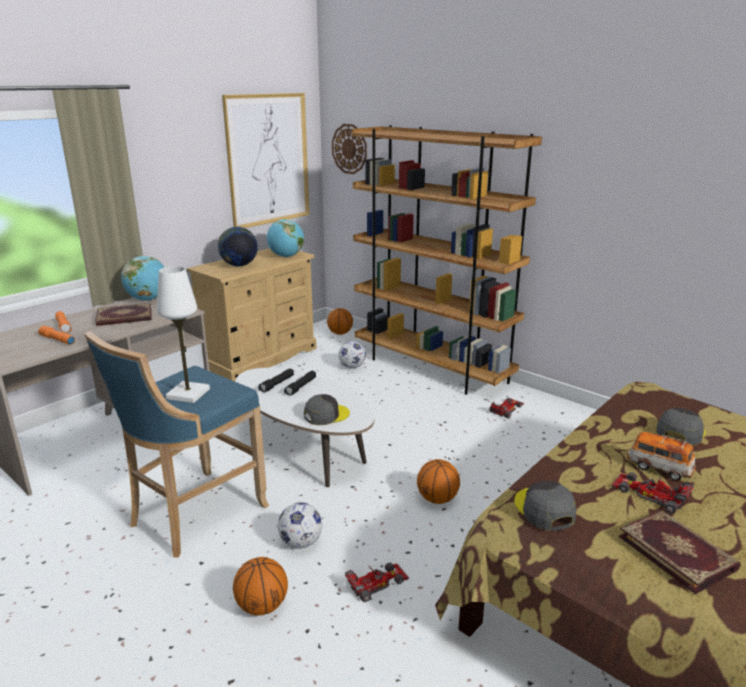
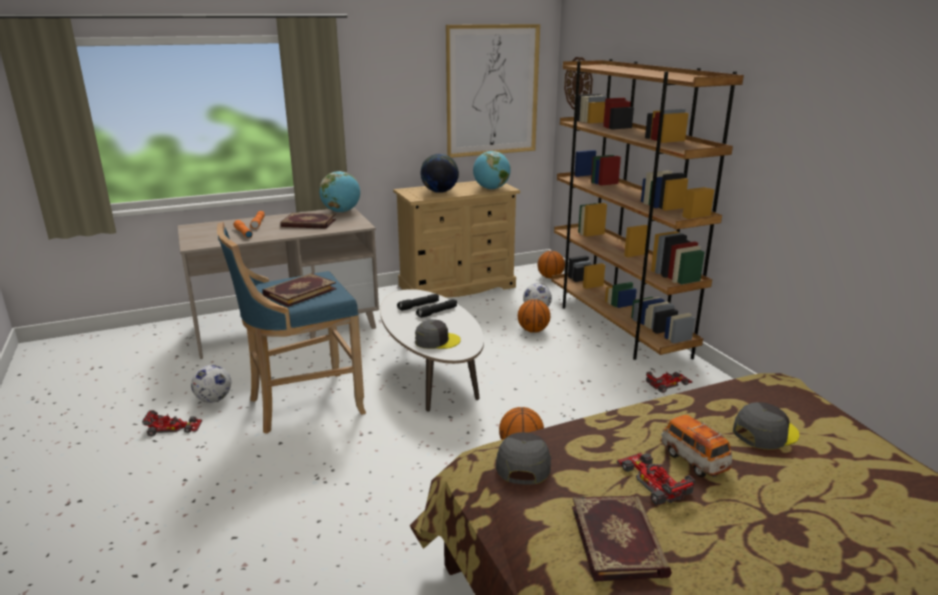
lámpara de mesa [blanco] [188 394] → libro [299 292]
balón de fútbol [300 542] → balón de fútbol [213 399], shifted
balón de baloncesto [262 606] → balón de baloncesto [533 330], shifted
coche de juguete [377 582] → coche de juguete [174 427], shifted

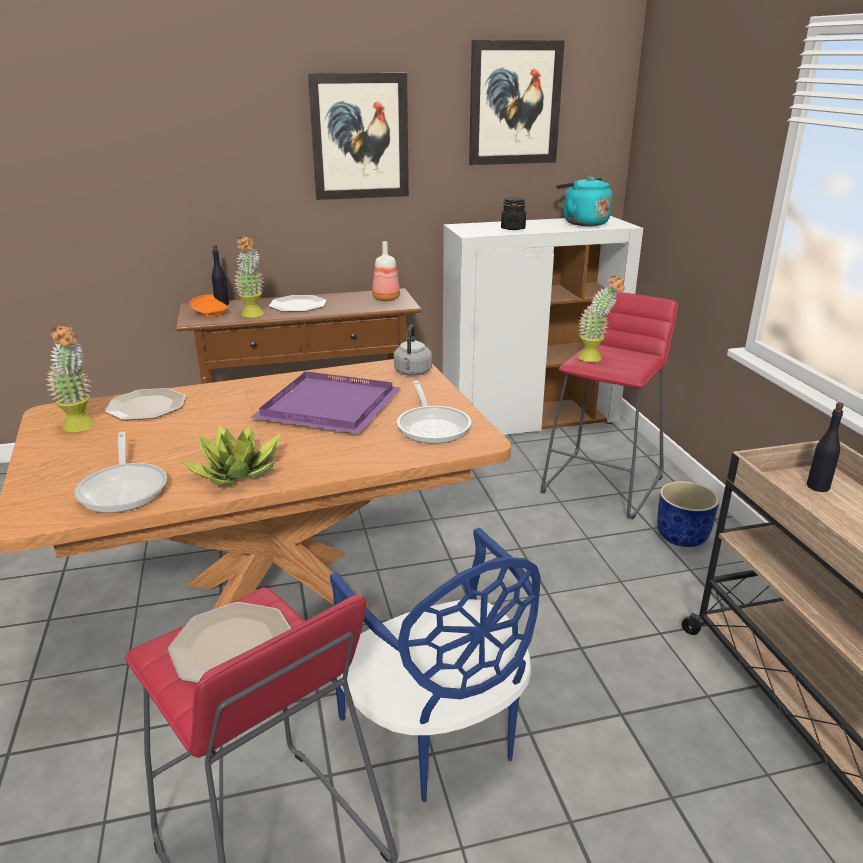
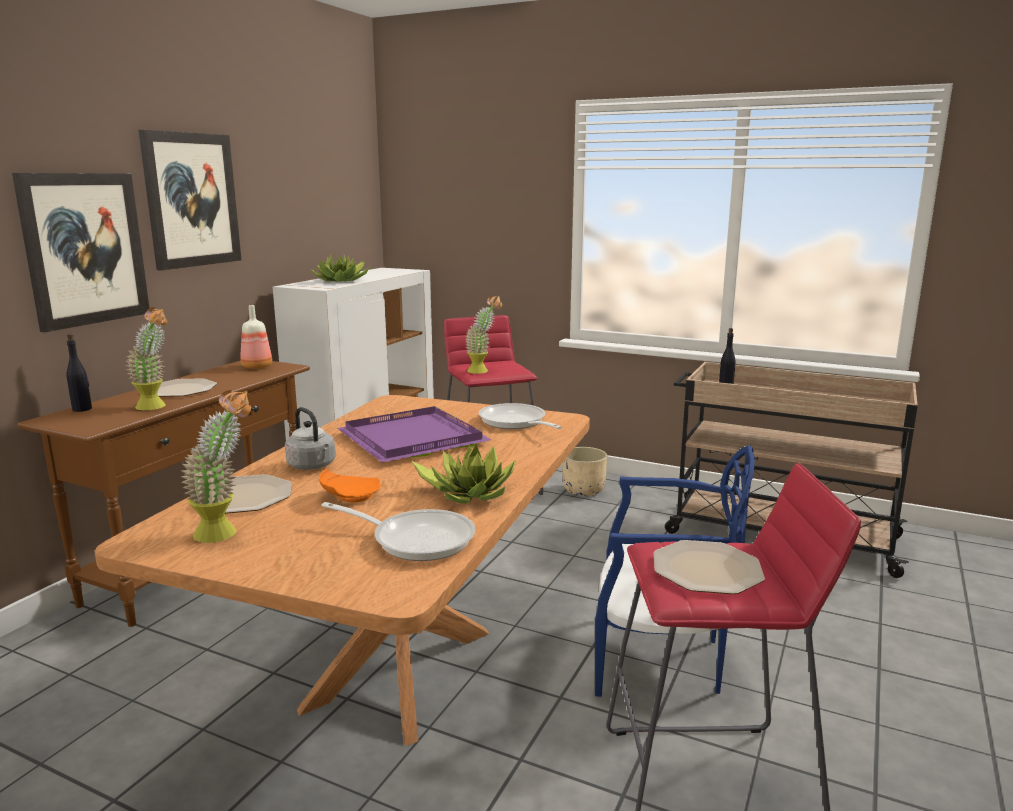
cuadro [514 103] → cuadro [85 249], shifted
hervidor [turquesa] [582 223] → -
tarro [negro] [513 228] → planta en maceta [342 281]
plato [naranja] [211 313] → plato [naranja] [350 496], shifted
hervidor [gris] [412 373] → hervidor [gris] [313 466], shifted
sartén [432 426] → sartén [515 423], 150 degrees counterclockwise
maceta [azul] [681 536] → maceta [beis] [582 490]

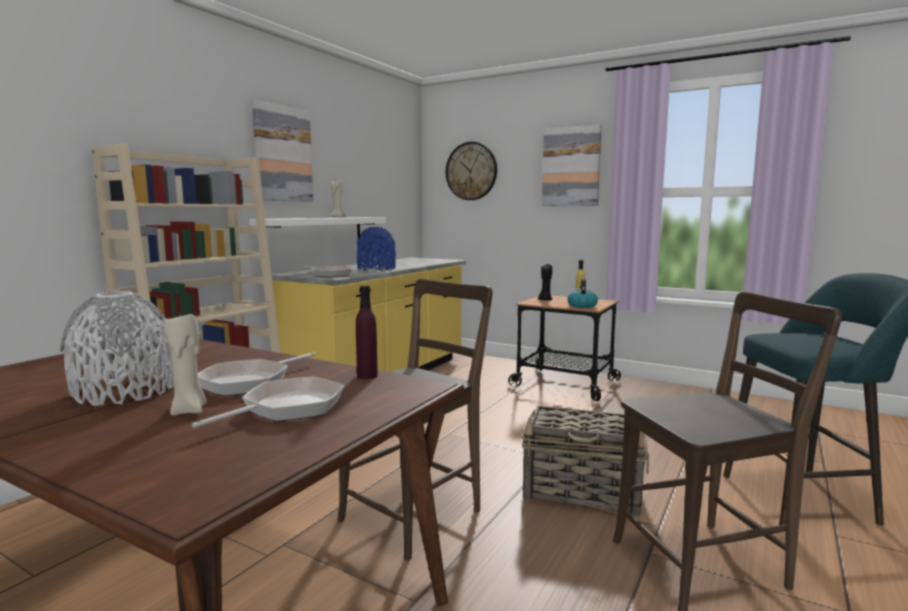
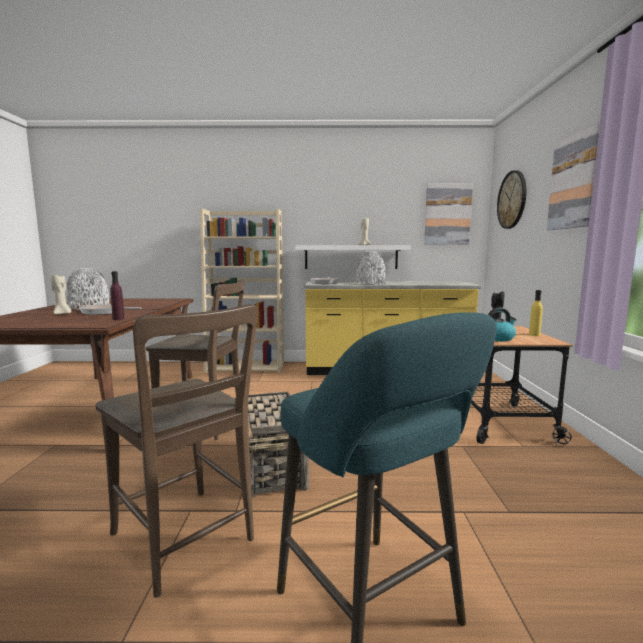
cuadro [282 154] → cuadro [447 214], shifted
florero [azul] [376 269] → florero [gris] [370 283]
sartén [287 408] → -

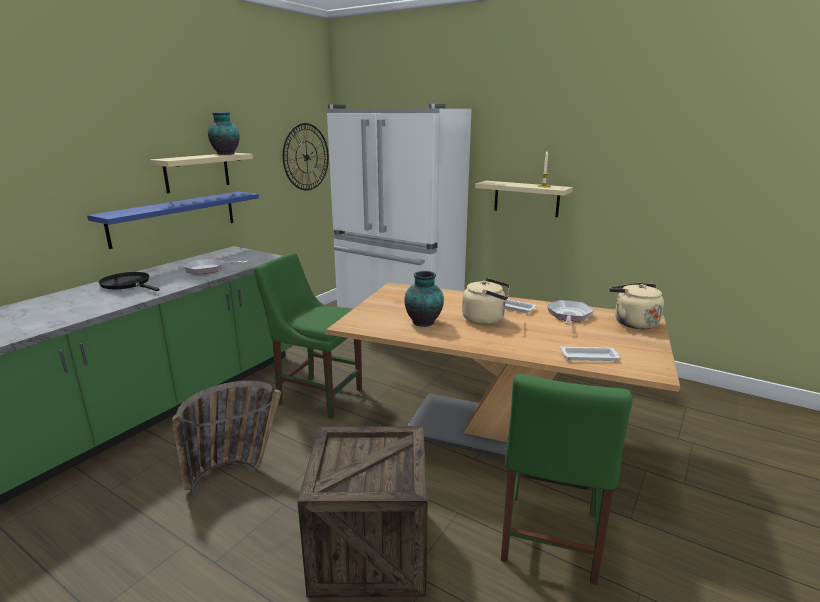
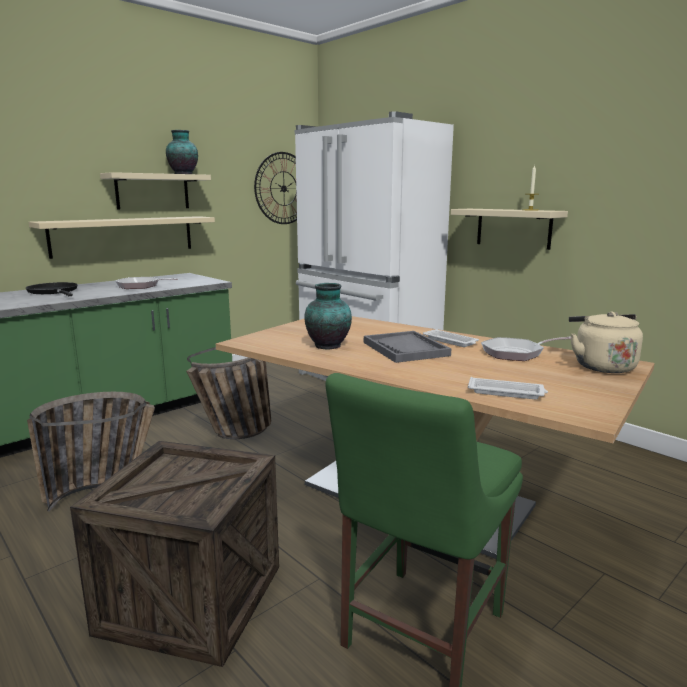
estante [azul] [174 218] → estante [beis] [124 236]
silla [verde] [317 395] → cesta [236 434]
hervidor [beis] [486 319] → bandeja [gris] [405 349]
sartén [569 316] → sartén [516 353], 135 degrees counterclockwise

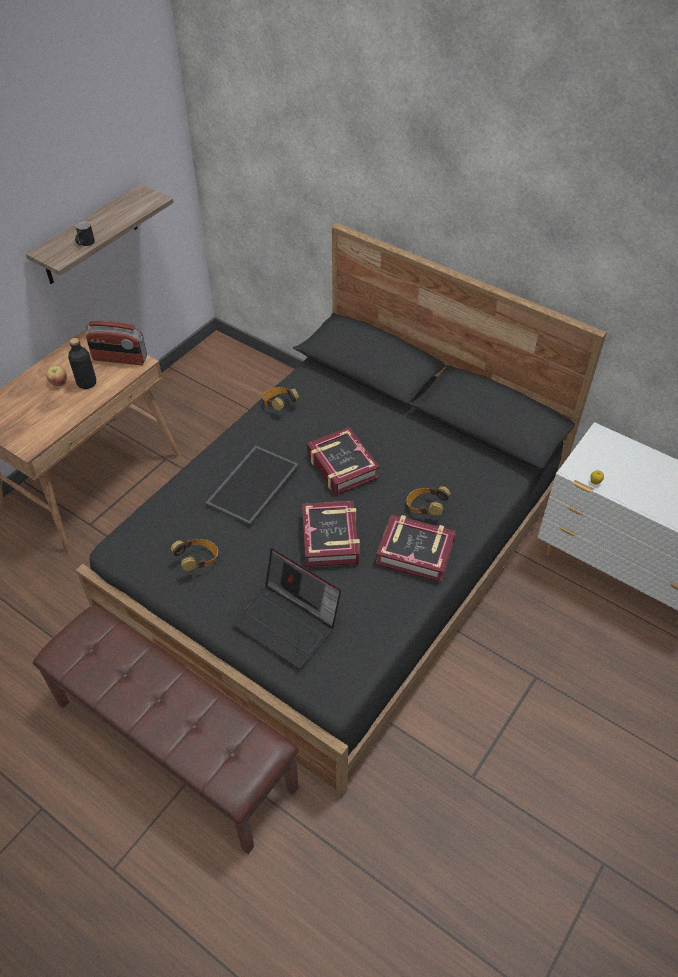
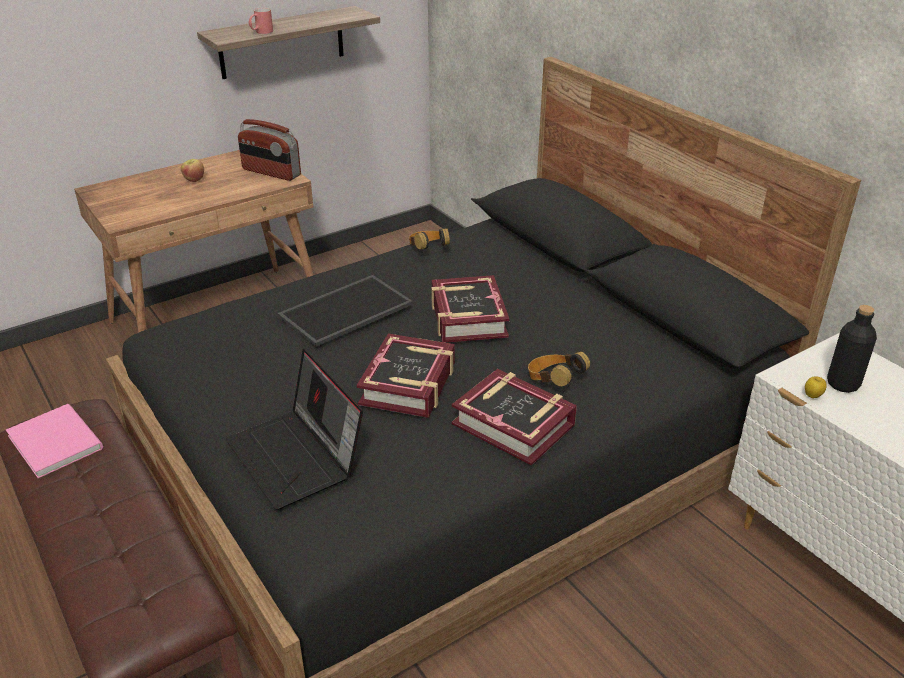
taza grande [negro] [85 244] → taza grande [rojo] [261 32]
botella [negro] [87 383] → botella [negro] [843 384], shifted
auriculares [198 561] → -
- → libro [rosa] [56 440]

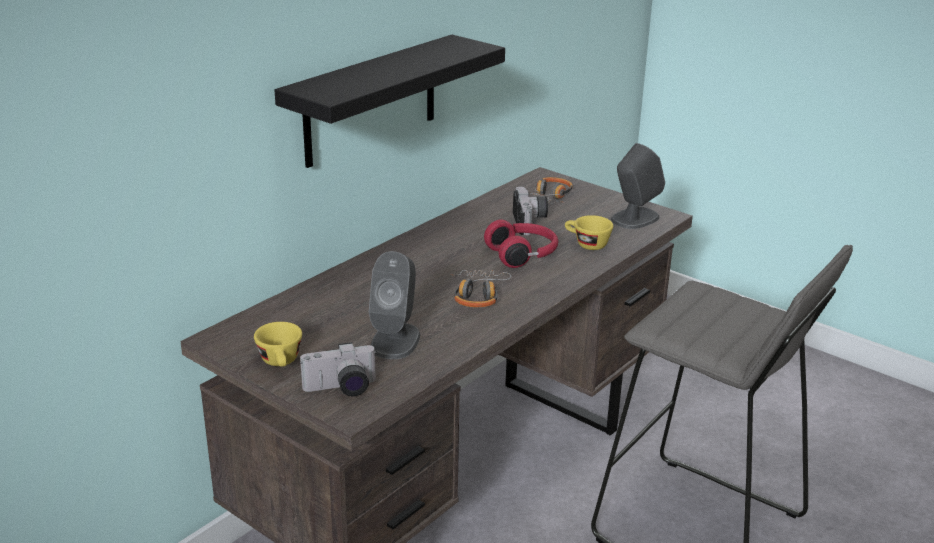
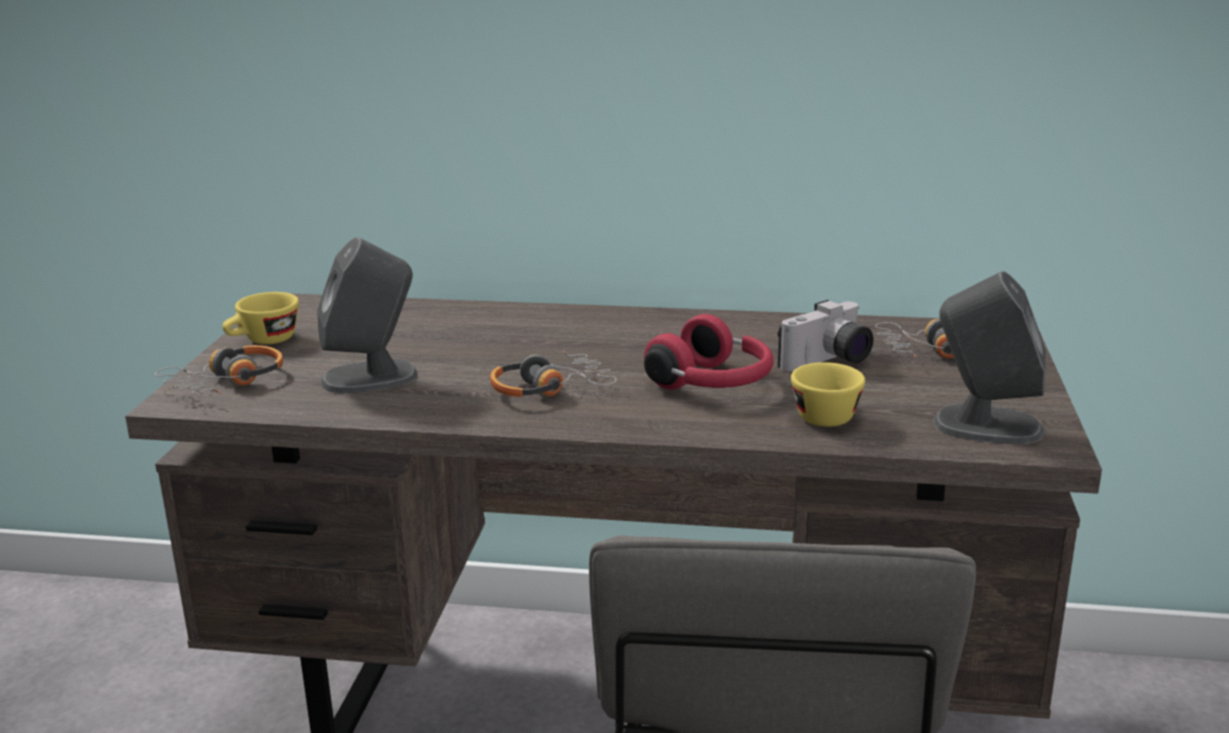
estante [negro] [371 101] → -
cámara [341 389] → auriculares [227 383]

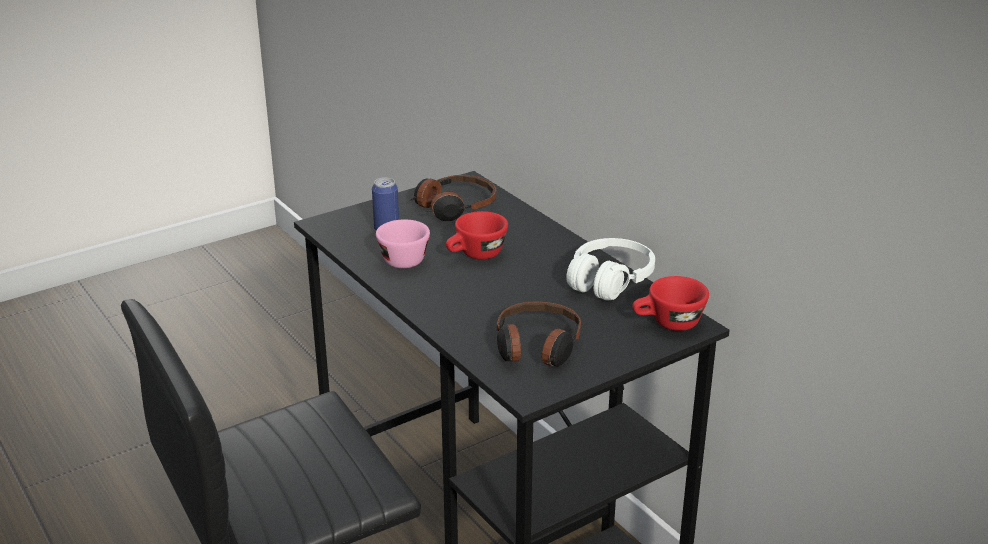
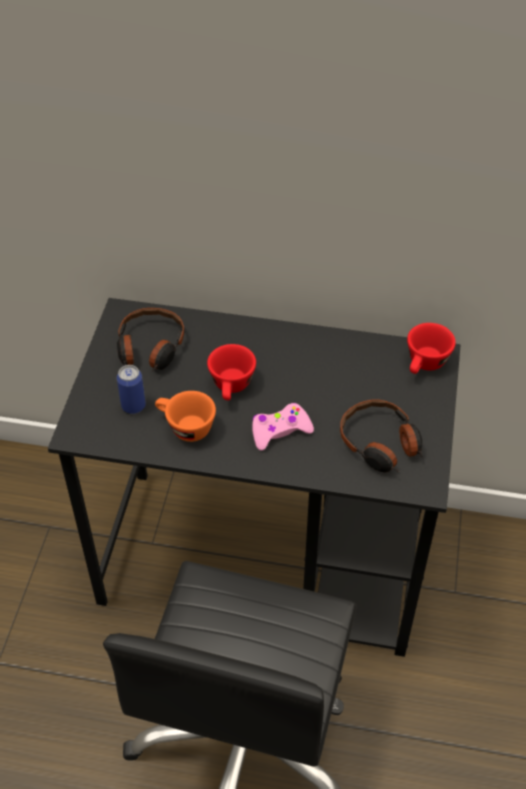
taza [rosa] [401 258] → taza [naranja] [185 427]
auriculares [blanco] [609 281] → -
- → mando de consola [rosa] [280 431]

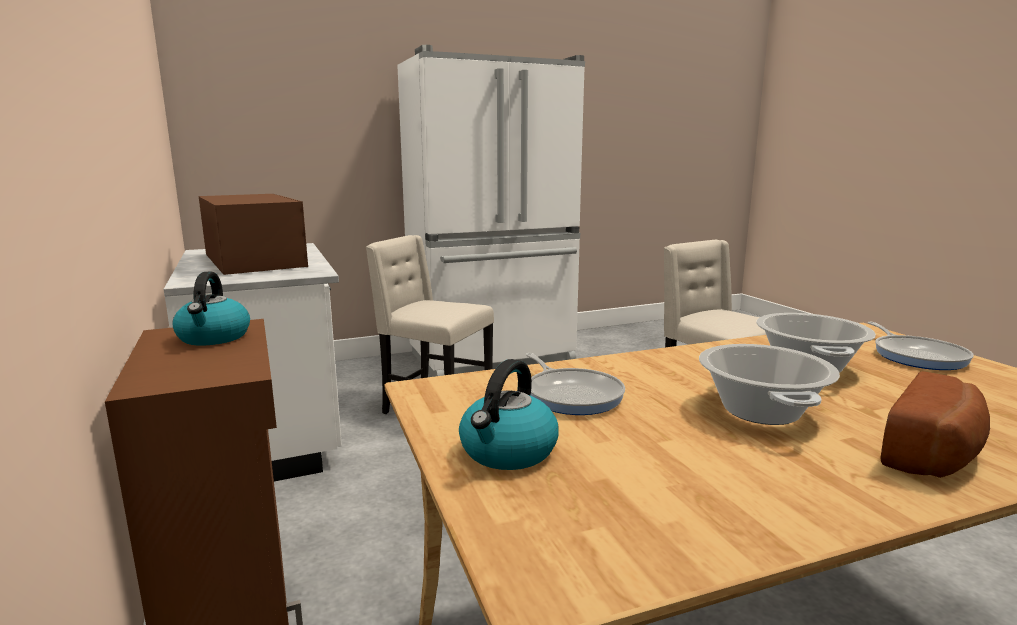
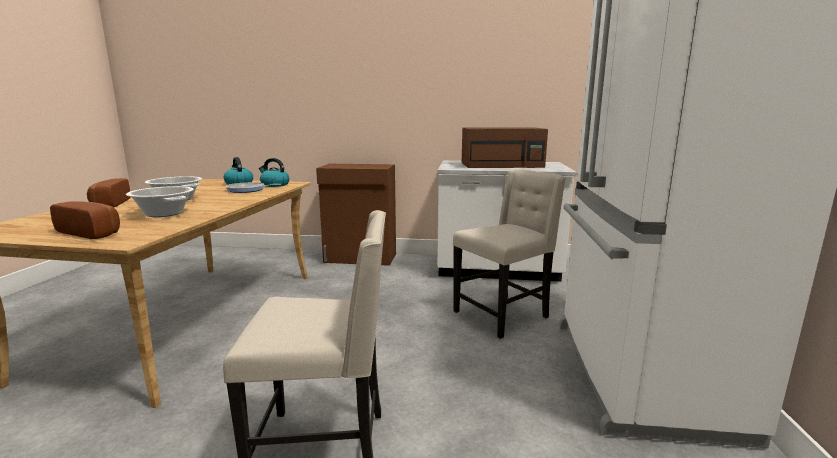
hervidor [214 337] → hervidor [274 185], shifted
sartén [917 356] → pan [92 232]

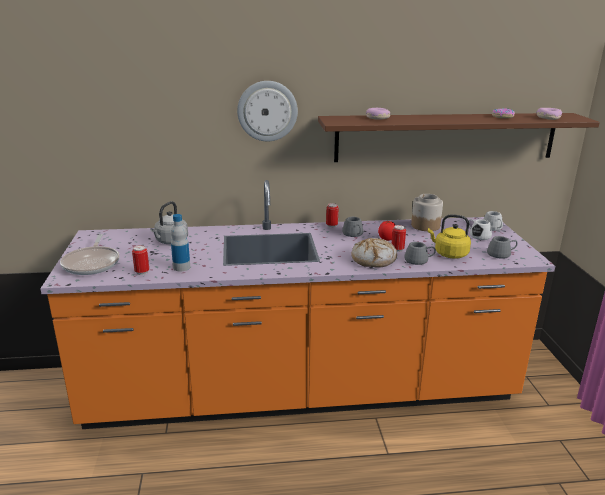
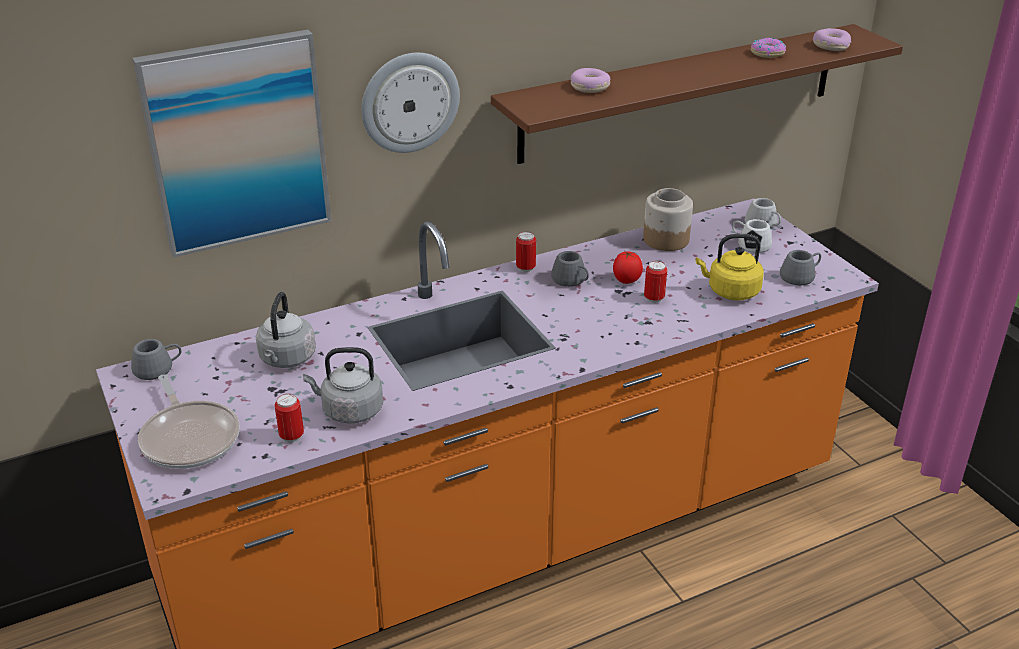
botella [181 267] → hervidor [gris] [349 411]
pan [374 259] → -
taza grande [gris] [419 260] → taza grande [gris] [158 369], shifted
- → cuadro [237 143]

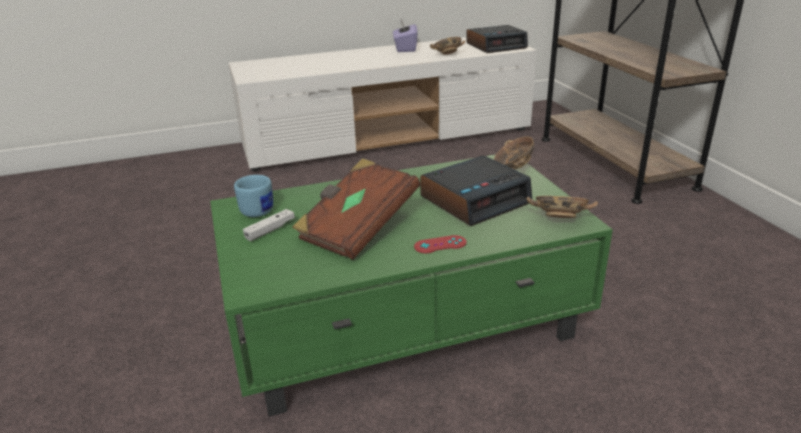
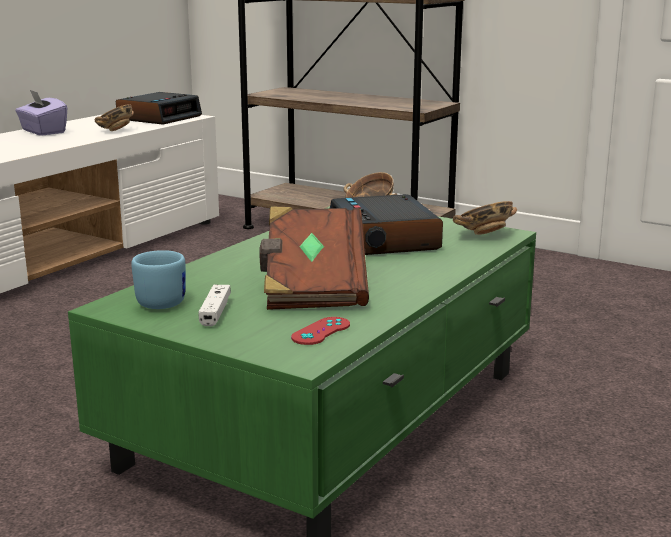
despertador [475 199] → despertador [384 239], 150 degrees clockwise
mando de consola [rojo] [440 245] → mando de consola [rojo] [321 331], shifted

